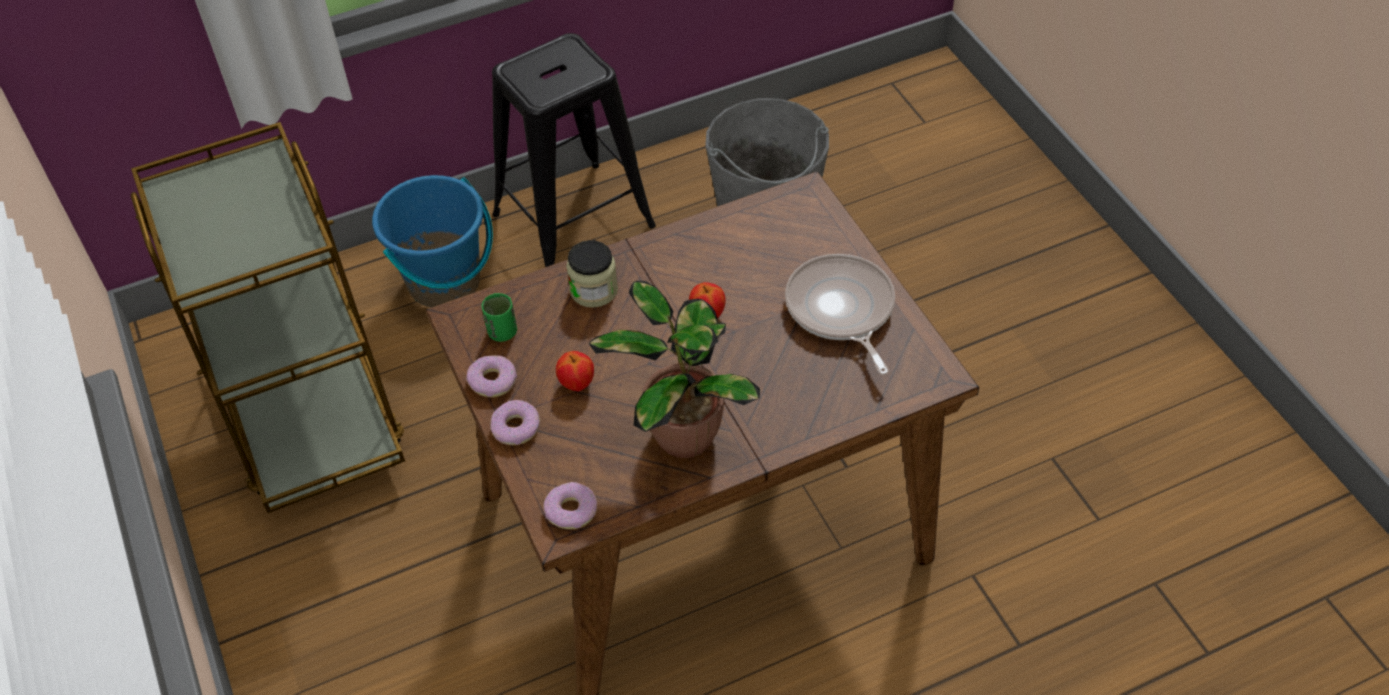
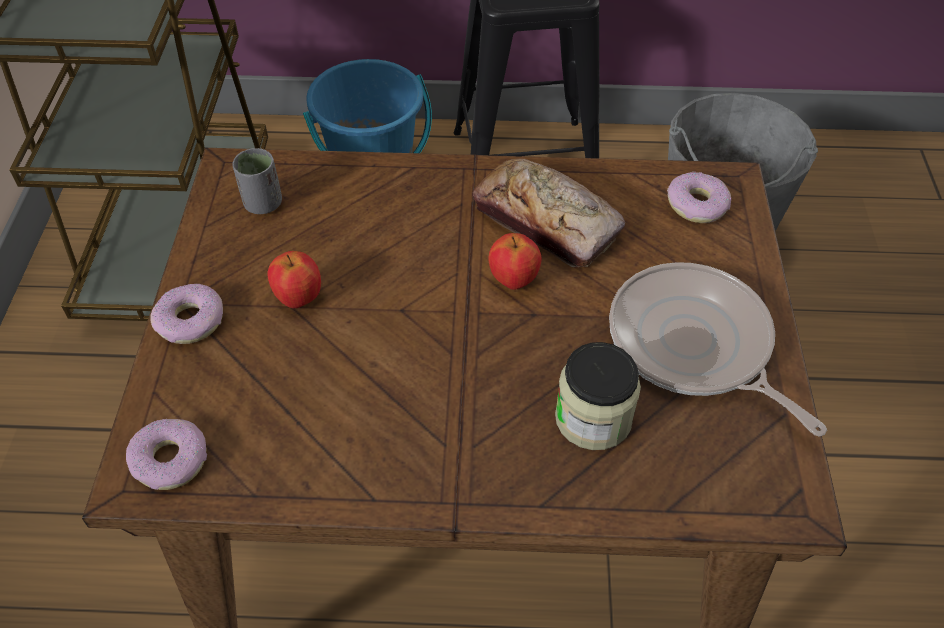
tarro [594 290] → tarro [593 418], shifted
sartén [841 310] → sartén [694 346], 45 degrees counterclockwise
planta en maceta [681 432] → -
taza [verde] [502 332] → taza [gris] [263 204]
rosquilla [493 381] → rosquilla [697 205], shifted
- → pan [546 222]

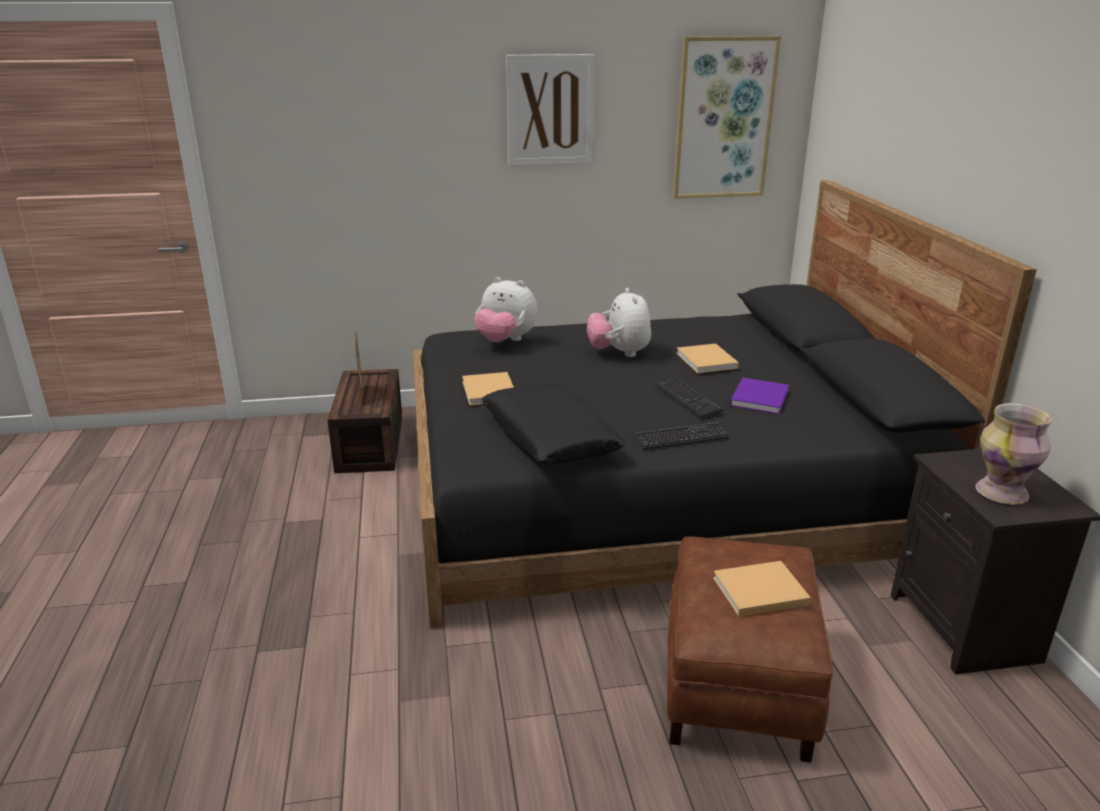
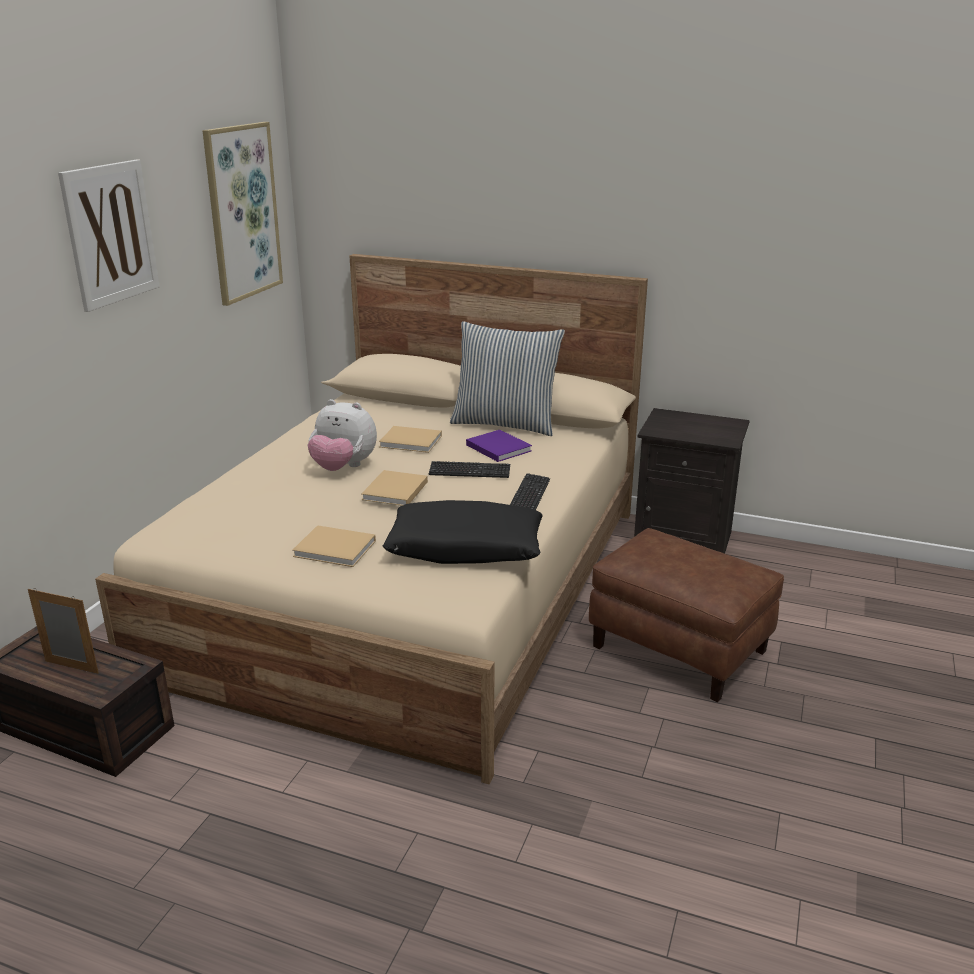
cama [negro] [654 494] → cama [beis] [413 586]
peluche [505 341] → -
florero [1002 492] → -
libro [beis] [757 591] → libro [beis] [394 491], shifted
- → cojín [505 424]

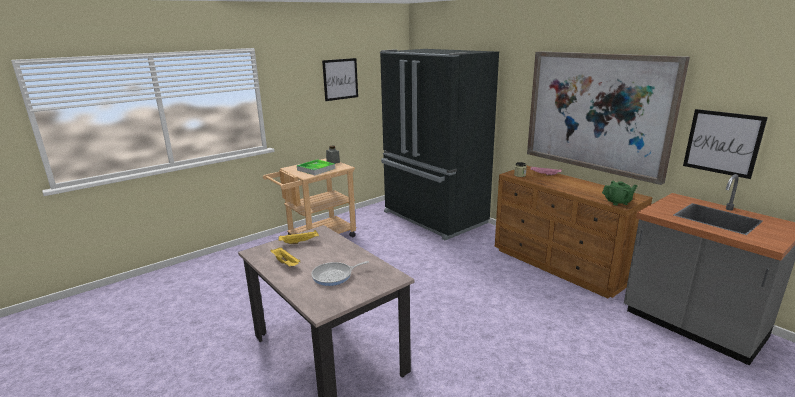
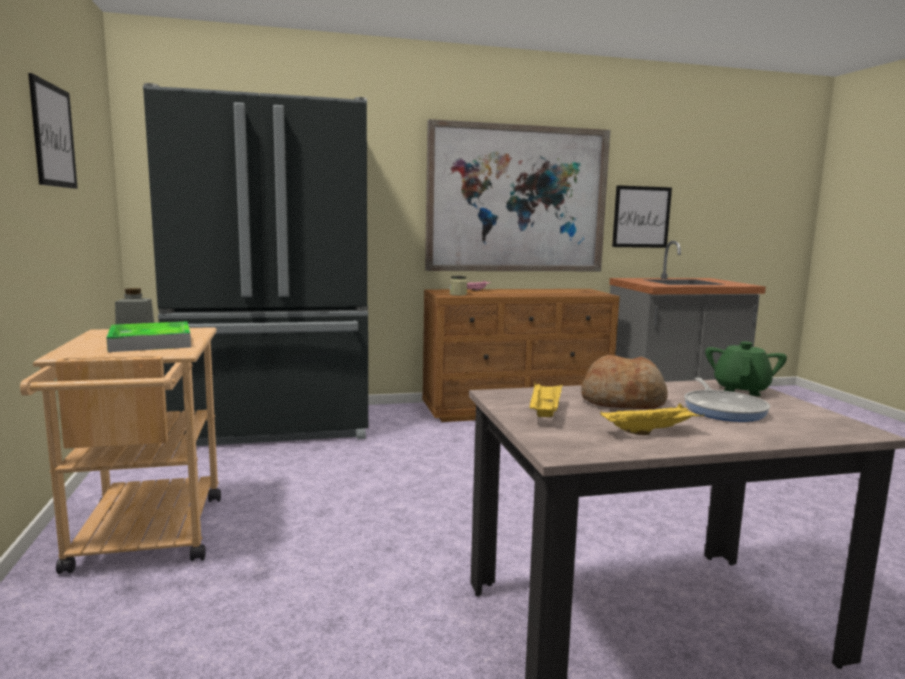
tetera [verde] [617 202] → tetera [verde] [741 390], shifted
- → pan [623 401]

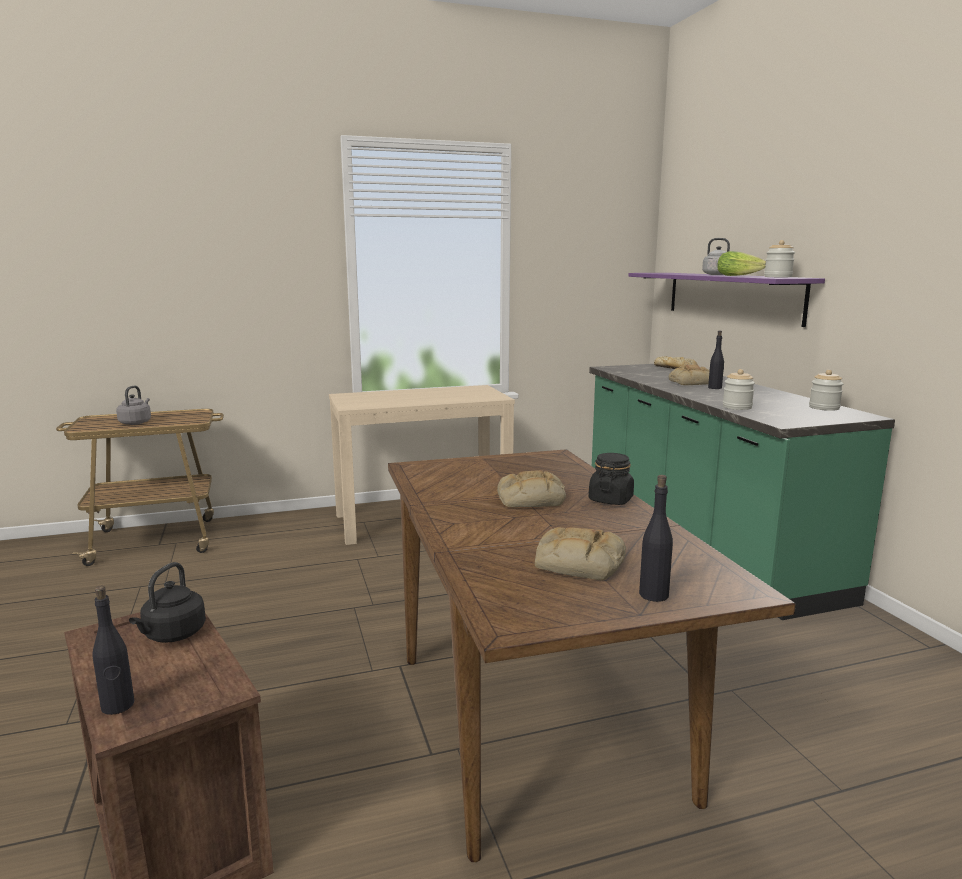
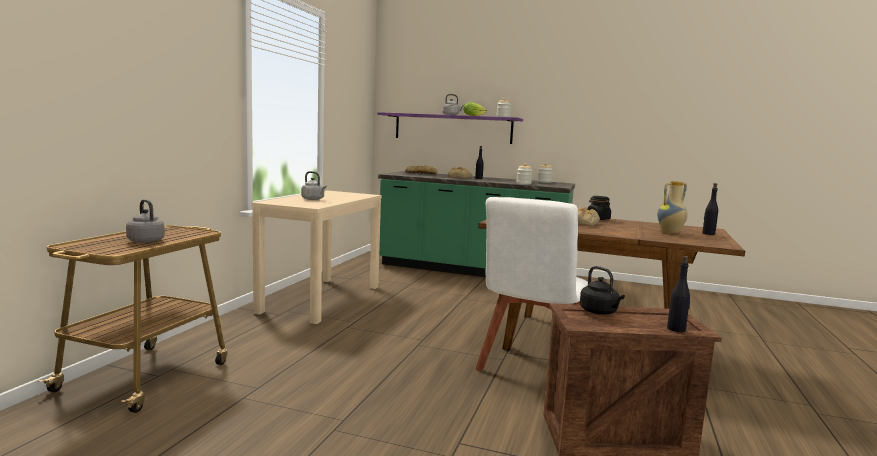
pan [578 563] → florero [670 232]
- → hervidor [gris] [313 199]
- → silla [blanco] [530 368]

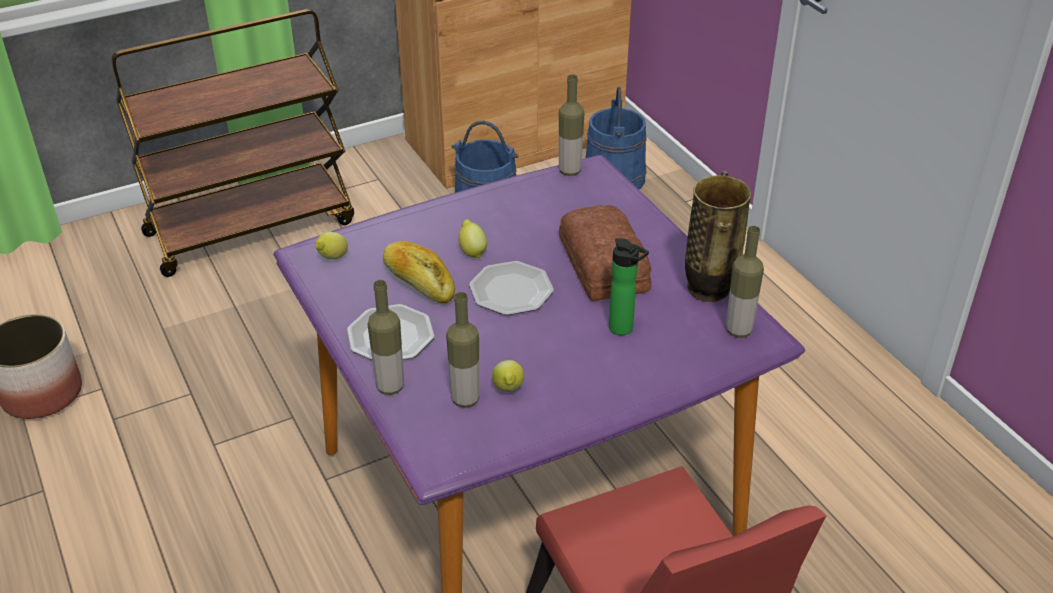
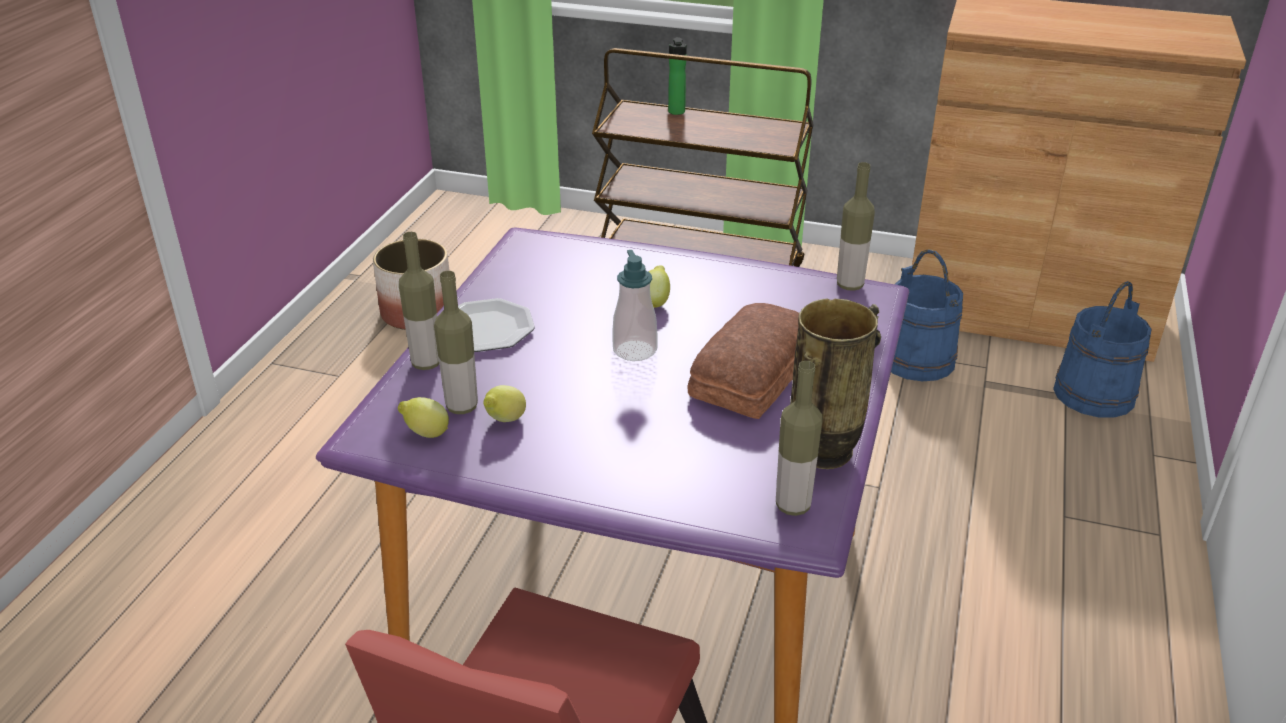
limón [332 258] → limón [426 434], shifted
botella [624 329] → botella [676 113], shifted
pan [419 282] → -
plato [511 291] → dispensador de jabón [635 350]

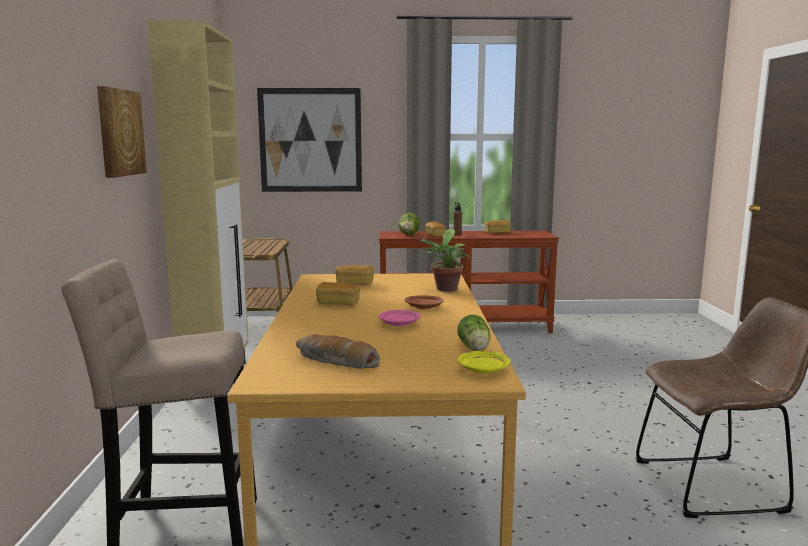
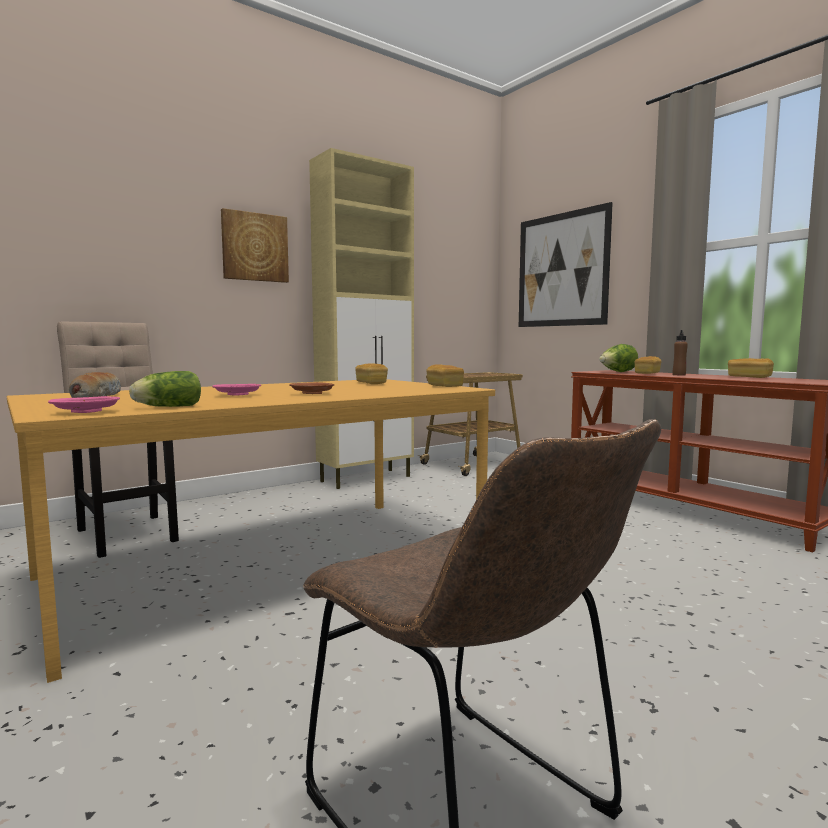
planta en maceta [445 289] → -
pan [338 303] → pan [444 386], shifted
plato [amarillo] [483 370] → plato [rosa] [87 412]

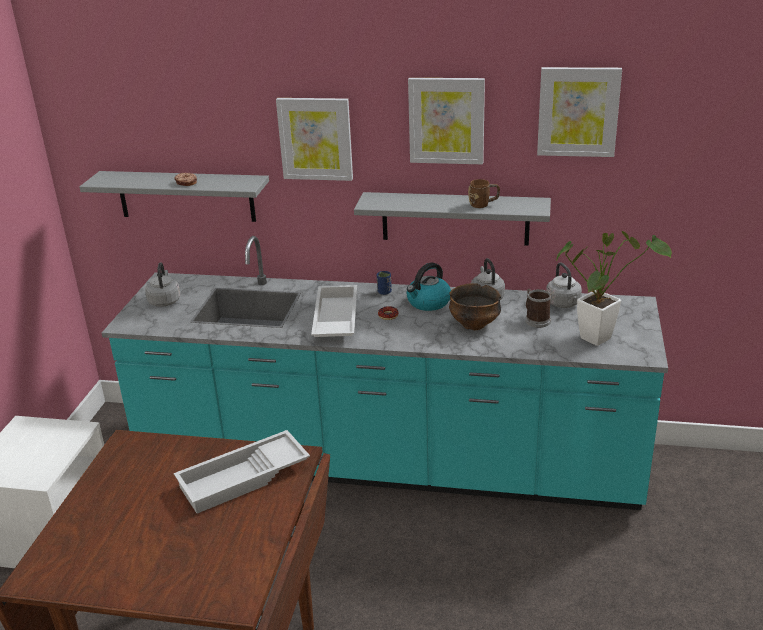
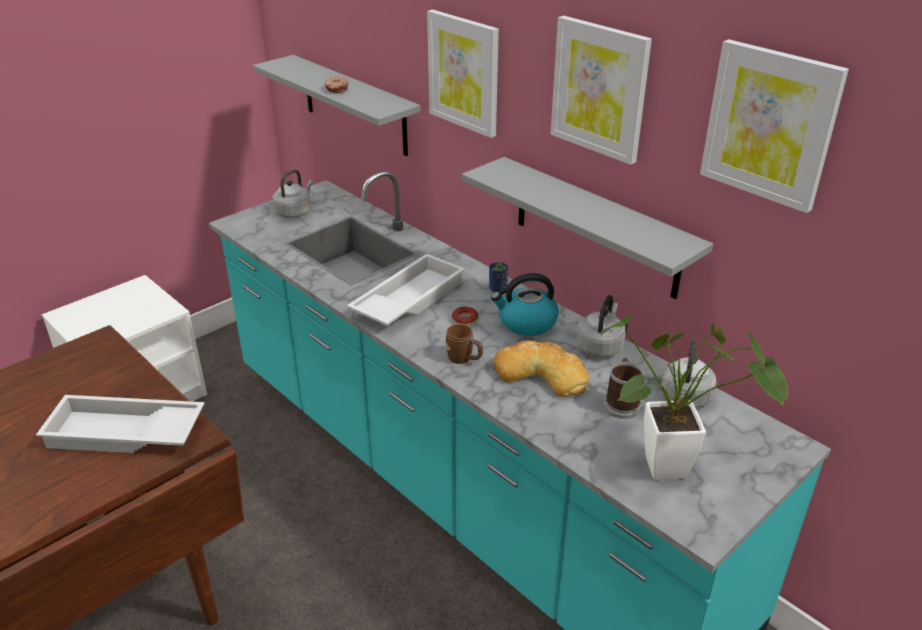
taza grande [marrón] [483 205] → taza grande [marrón] [464 359], shifted
cuenco [474 324] → pan [541 374]

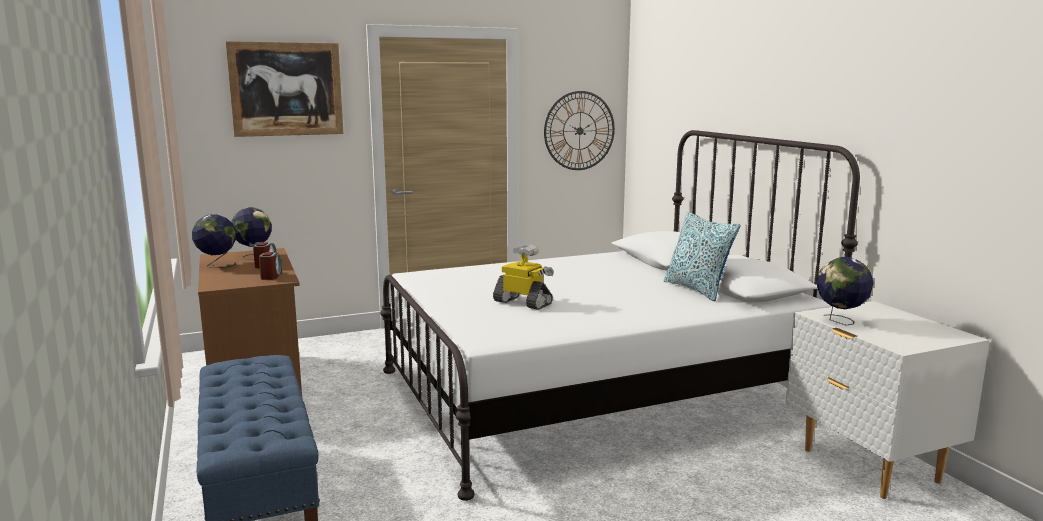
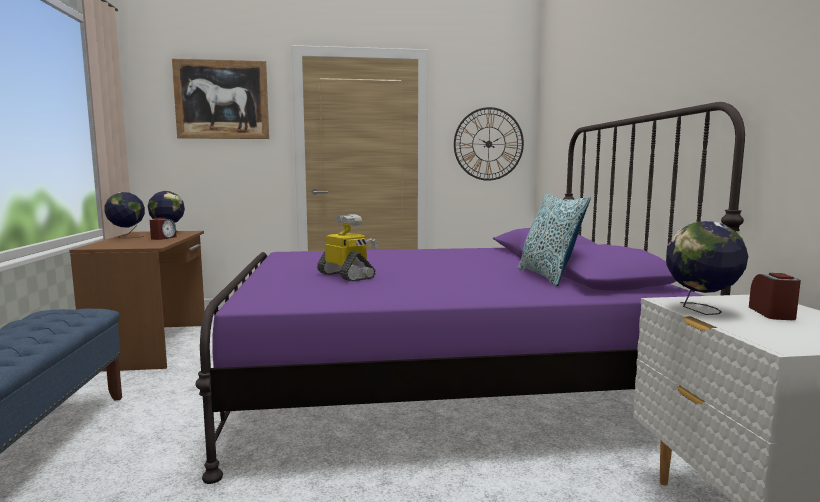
cama [blanco] [594 394] → cama [morado] [442 384]
despertador [271 276] → despertador [772 313], shifted

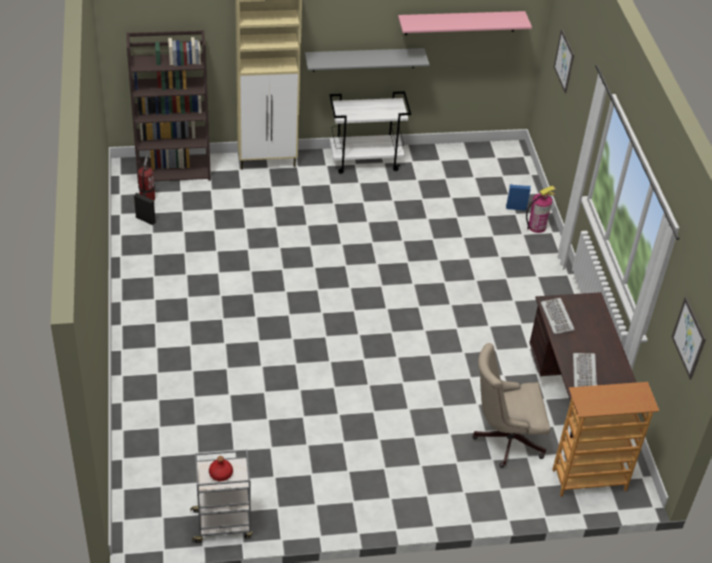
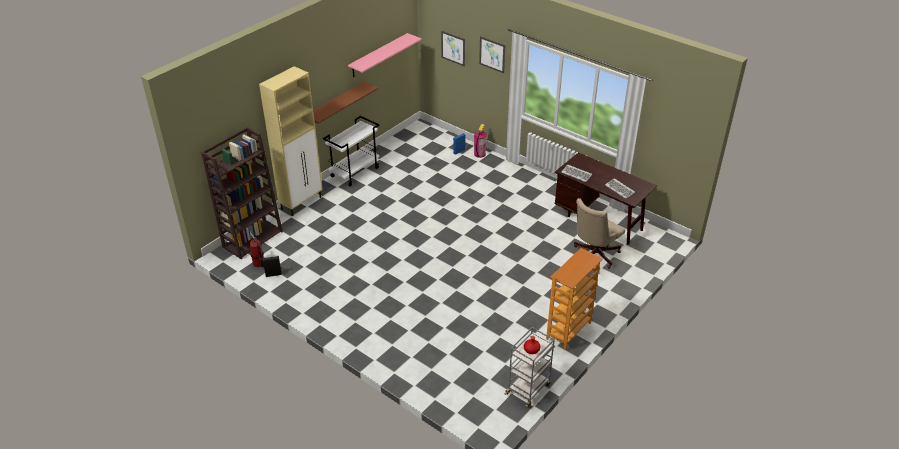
estante [gris] [364 59] → estante [marrón] [335 105]
cuadro [688 338] → cuadro [492 54], shifted
estantería [589 481] → estantería [569 331], shifted

